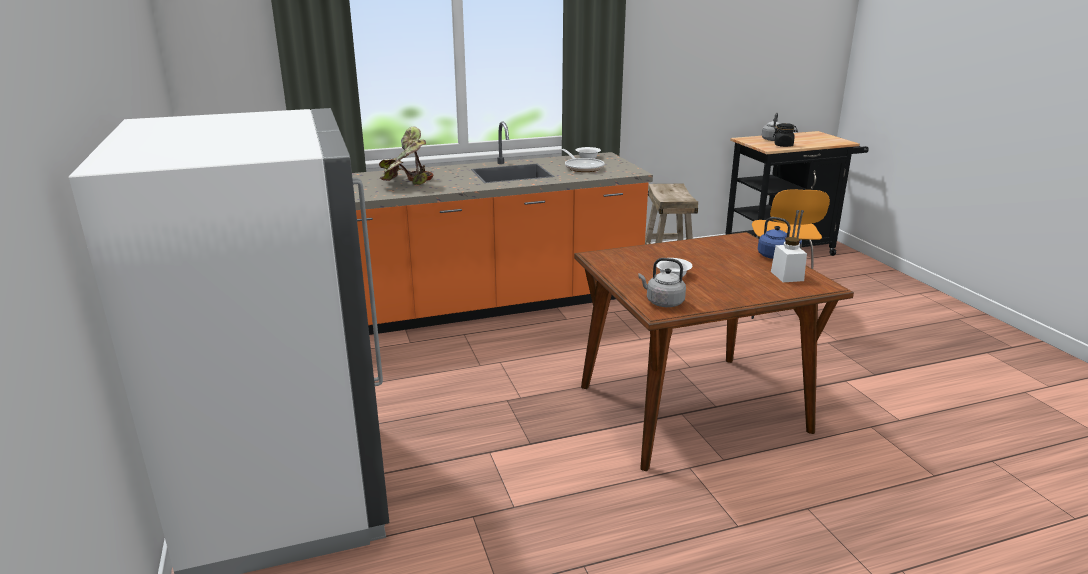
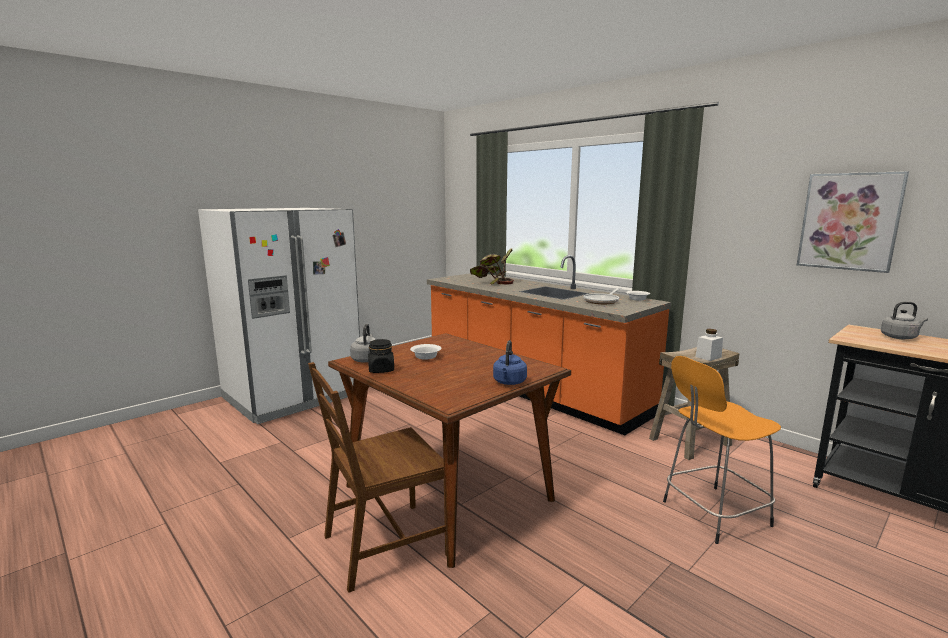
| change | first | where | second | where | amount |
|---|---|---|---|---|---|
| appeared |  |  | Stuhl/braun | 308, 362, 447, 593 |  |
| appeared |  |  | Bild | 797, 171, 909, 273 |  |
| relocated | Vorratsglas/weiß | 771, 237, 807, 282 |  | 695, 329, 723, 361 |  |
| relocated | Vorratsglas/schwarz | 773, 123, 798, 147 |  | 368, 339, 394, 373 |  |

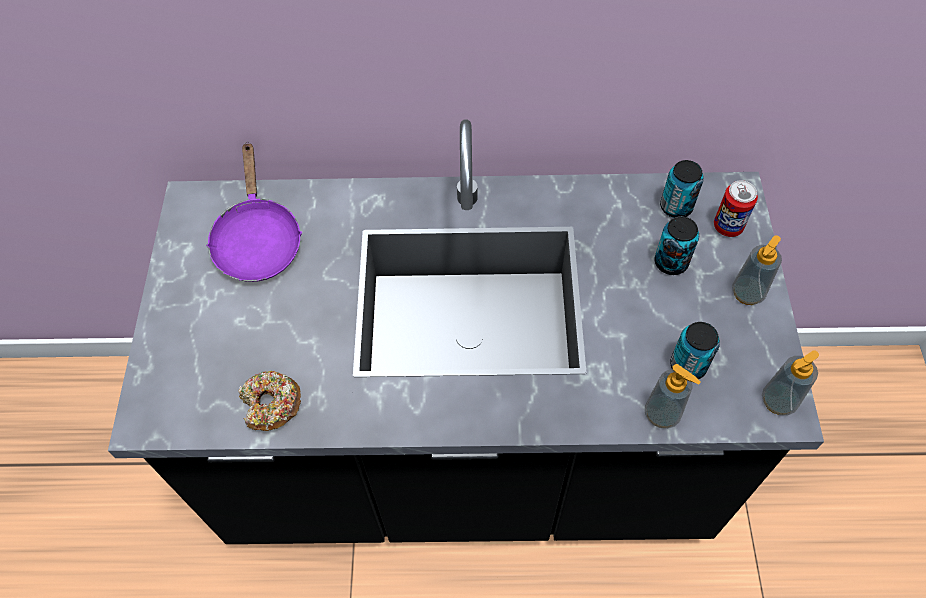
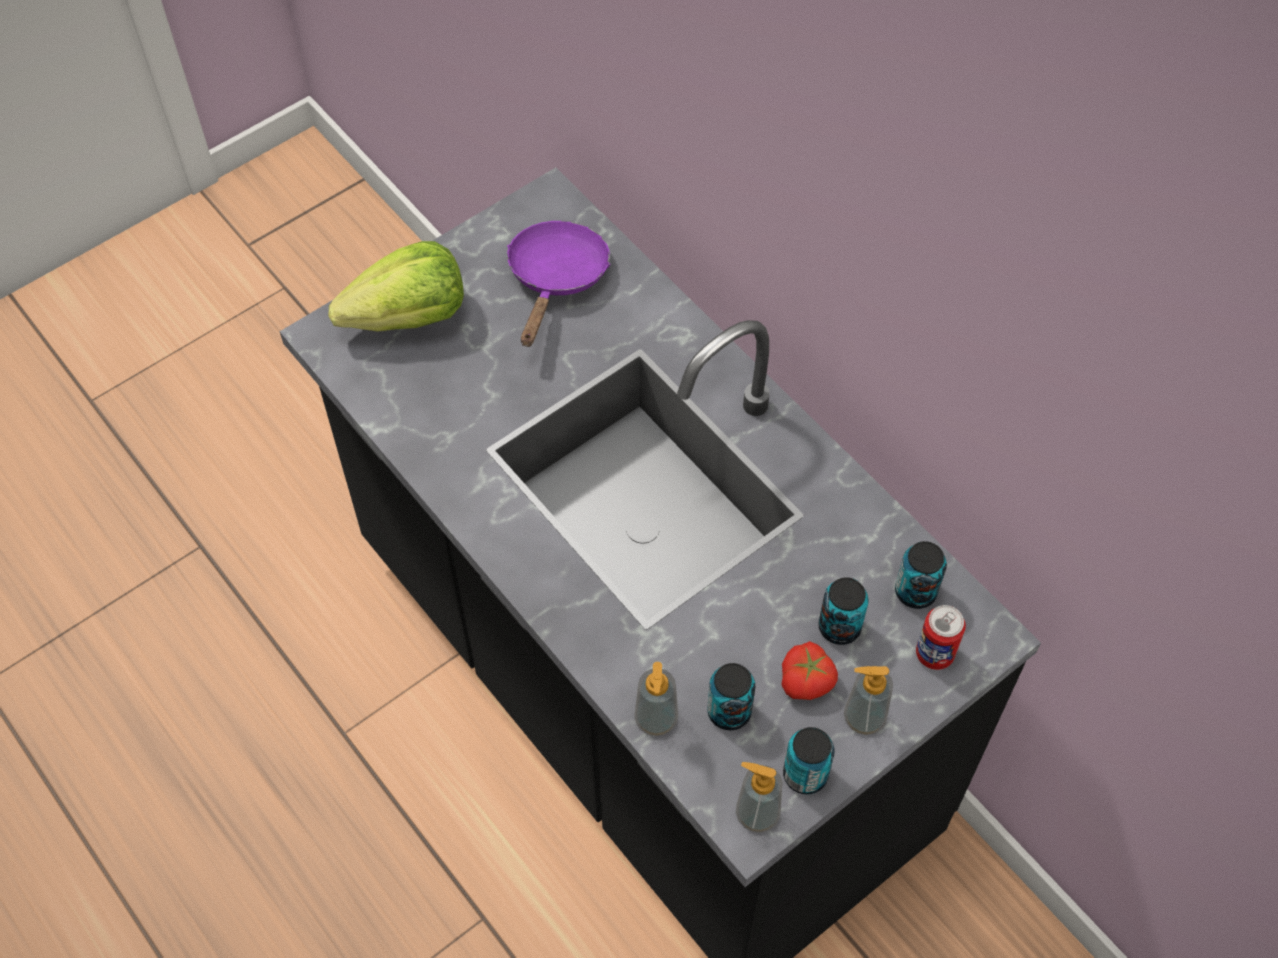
| change | first | where | second | where | amount |
|---|---|---|---|---|---|
| missing | Donut | 238, 371, 301, 431 |  |  |  |
| appeared |  |  | Salatkopf | 329, 241, 464, 332 |  |
| appeared |  |  | Tomate | 782, 641, 838, 700 |  |
| appeared |  |  | Dose | 783, 727, 835, 794 |  |
| spun | Pfanne/lila | 206, 142, 302, 282 |  | 507, 221, 610, 347 | 150 degrees clockwise |

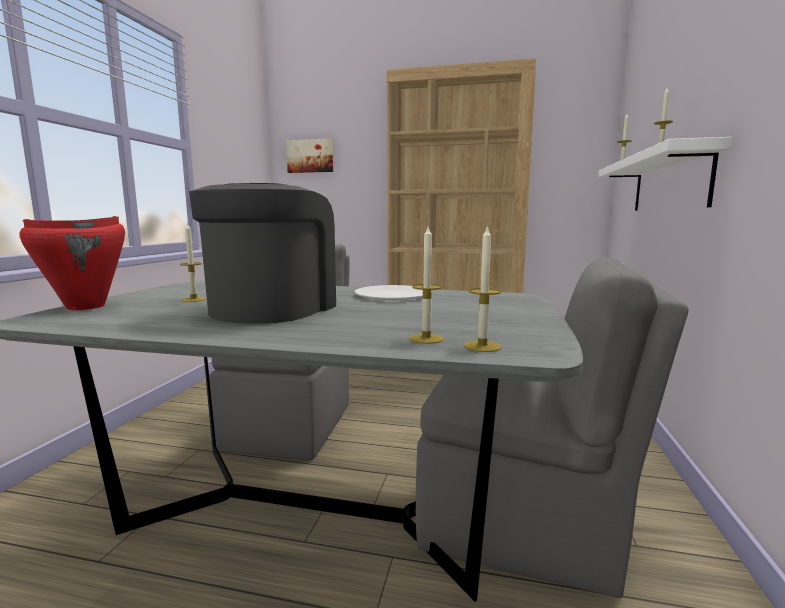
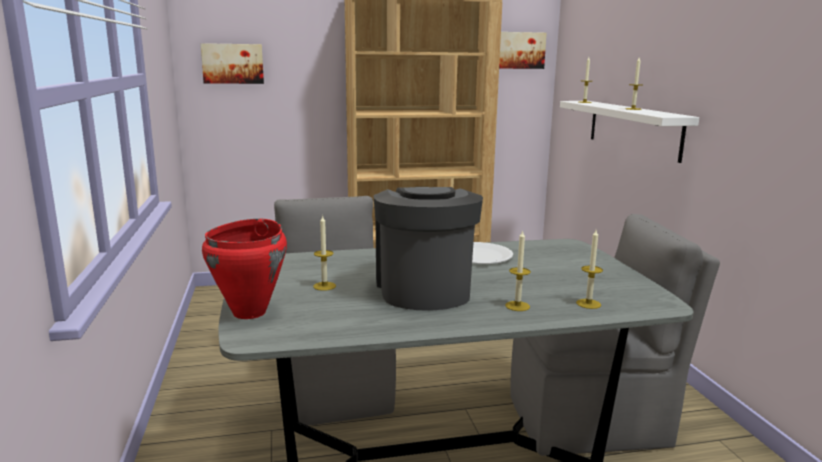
| change | first | where | second | where | amount |
|---|---|---|---|---|---|
| appeared |  |  | Bild | 499, 32, 547, 69 |  |
| relocated | Kerze | 464, 225, 501, 352 |  | 505, 230, 531, 311 |  |

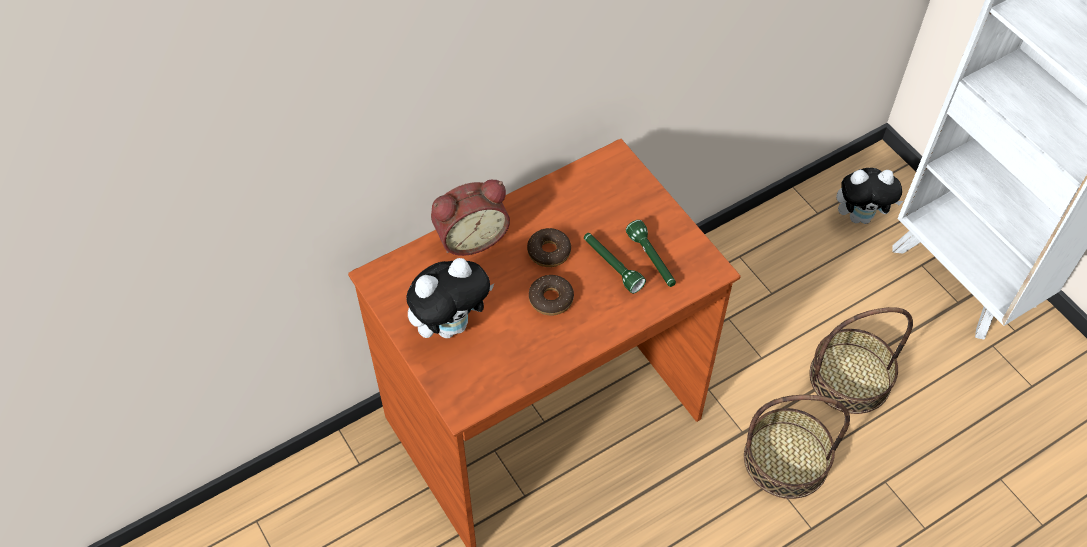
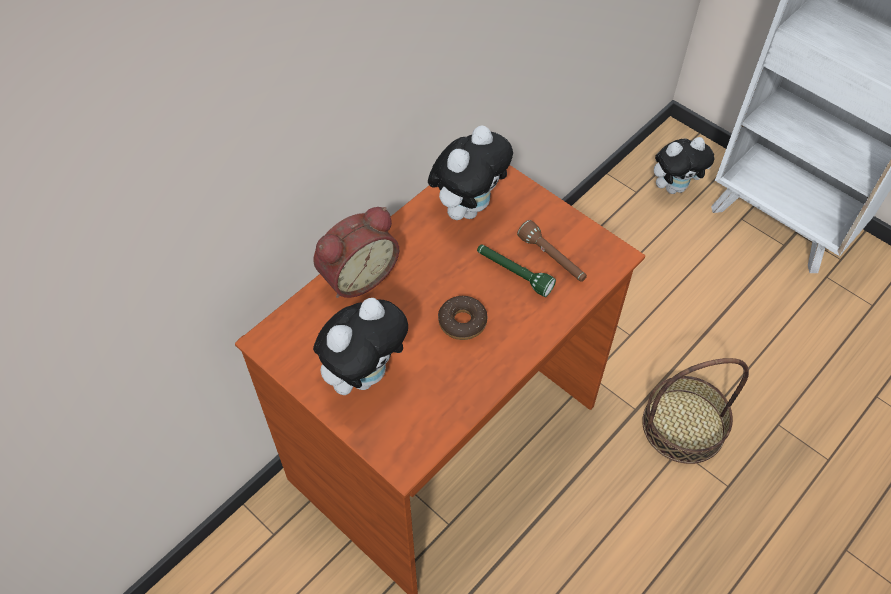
| change | first | where | second | where | amount |
|---|---|---|---|---|---|
| missing | Donut | 527, 228, 571, 267 |  |  |  |
| missing | Korb | 810, 307, 913, 414 |  |  |  |
| appeared |  |  | Plüschtier | 428, 126, 513, 220 |  |
| colour | Taschenlampe/grün | 626, 220, 676, 287 | Taschenlampe/braun | 517, 220, 587, 282 |  |

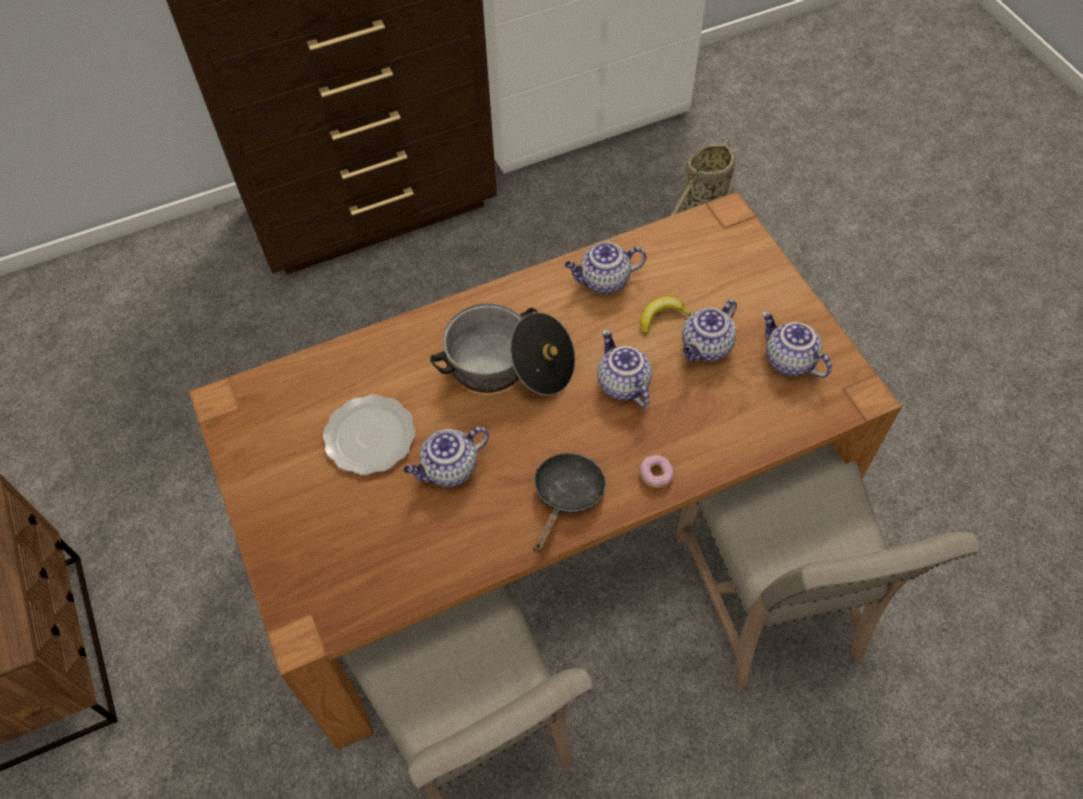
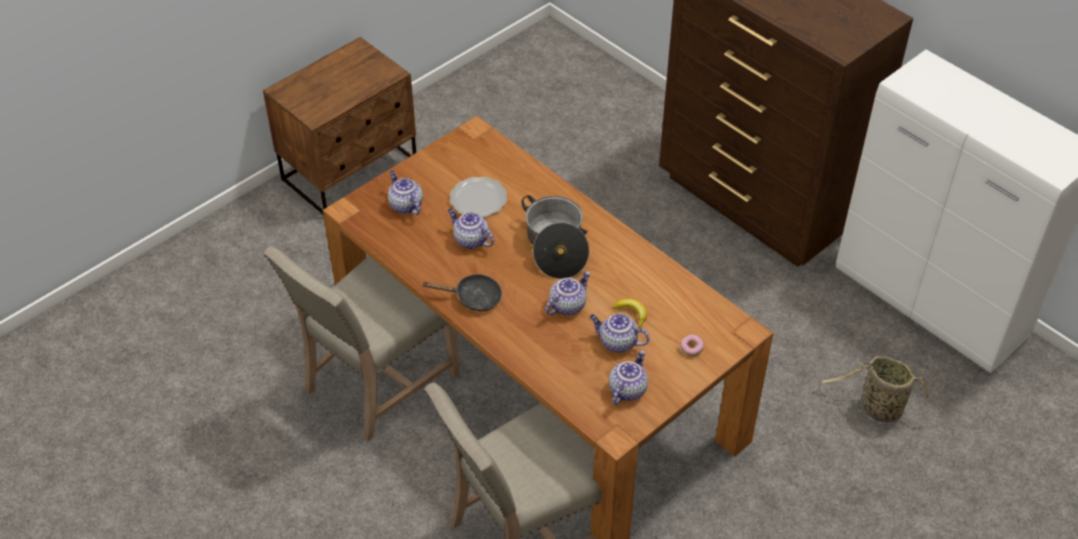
| change | first | where | second | where | amount |
|---|---|---|---|---|---|
| relocated | Teekanne | 565, 241, 646, 294 |  | 388, 171, 423, 215 |  |
| relocated | Donut | 639, 455, 674, 488 |  | 680, 335, 704, 356 |  |

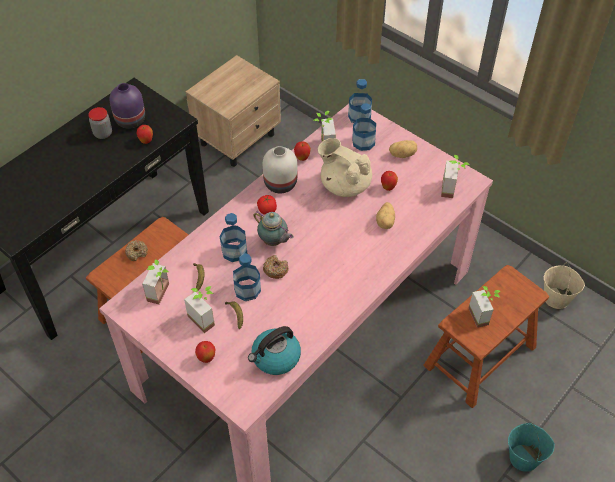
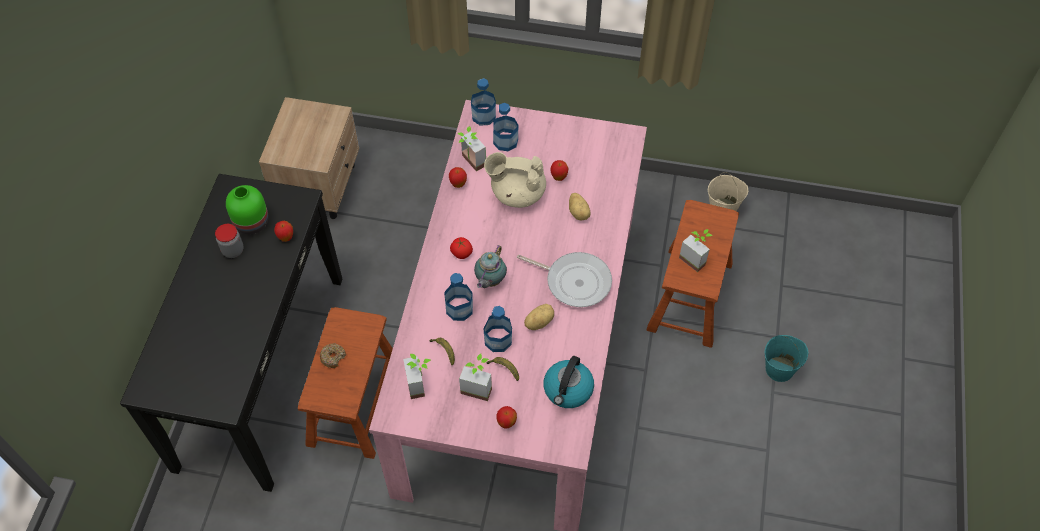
| change | first | where | second | where | amount |
|---|---|---|---|---|---|
| missing | Vase/weiß | 263, 146, 297, 193 |  |  |  |
| missing | Donut | 263, 255, 288, 279 |  |  |  |
| missing | Topfpflanze | 441, 155, 470, 198 |  |  |  |
| appeared |  |  | Pfanne | 517, 252, 612, 307 |  |
| relocated | Kartoffel | 389, 140, 417, 158 |  | 524, 304, 554, 330 |  |
| colour | Vase/lila | 109, 83, 145, 129 | Vase/grün | 226, 185, 269, 235 |  |
| spun | Teekanne | 253, 211, 294, 246 |  | 474, 246, 507, 288 | 105 degrees clockwise |

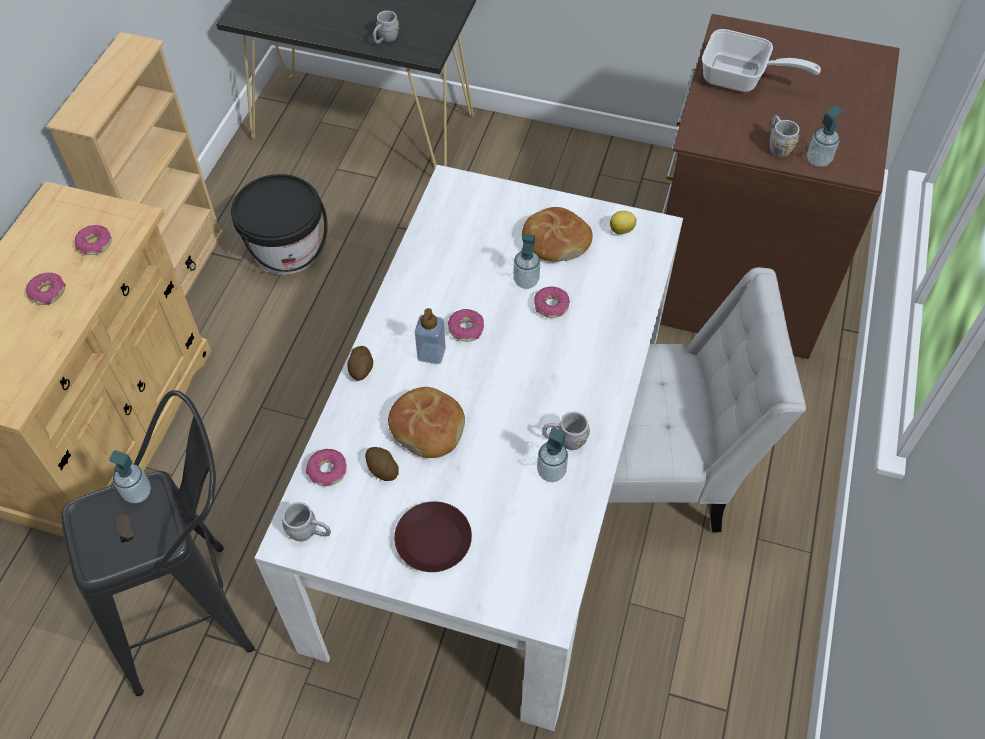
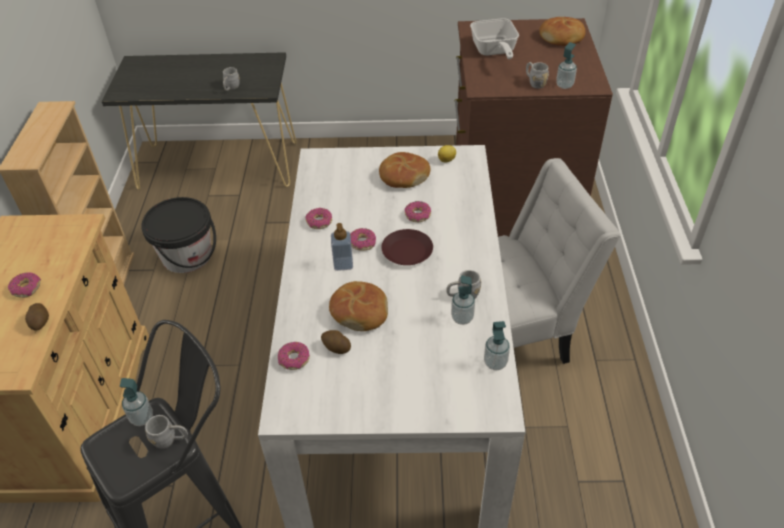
| change | first | where | second | where | amount |
|---|---|---|---|---|---|
| appeared |  |  | Brot | 539, 17, 586, 46 |  |
| relocated | Donut | 75, 225, 112, 255 |  | 305, 208, 332, 229 |  |
| relocated | Henkelbecher/grau | 282, 502, 331, 542 |  | 145, 415, 188, 449 |  |
| relocated | Kartoffel | 347, 346, 373, 381 |  | 25, 303, 49, 330 |  |
| relocated | Teller/braun | 394, 501, 472, 572 |  | 381, 229, 433, 265 |  |
| relocated | Seifenspender | 513, 234, 540, 289 |  | 484, 321, 510, 370 |  |
| spun | Pfanne | 702, 29, 821, 92 |  | 470, 18, 519, 59 | 75 degrees clockwise |

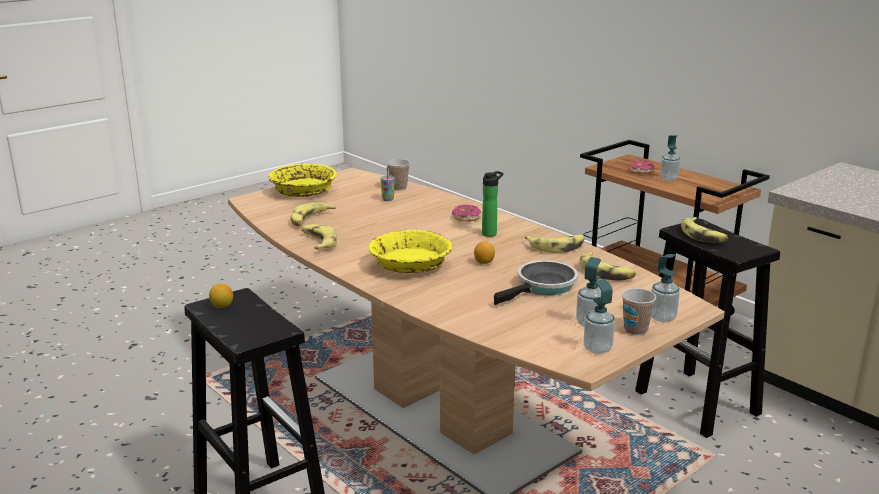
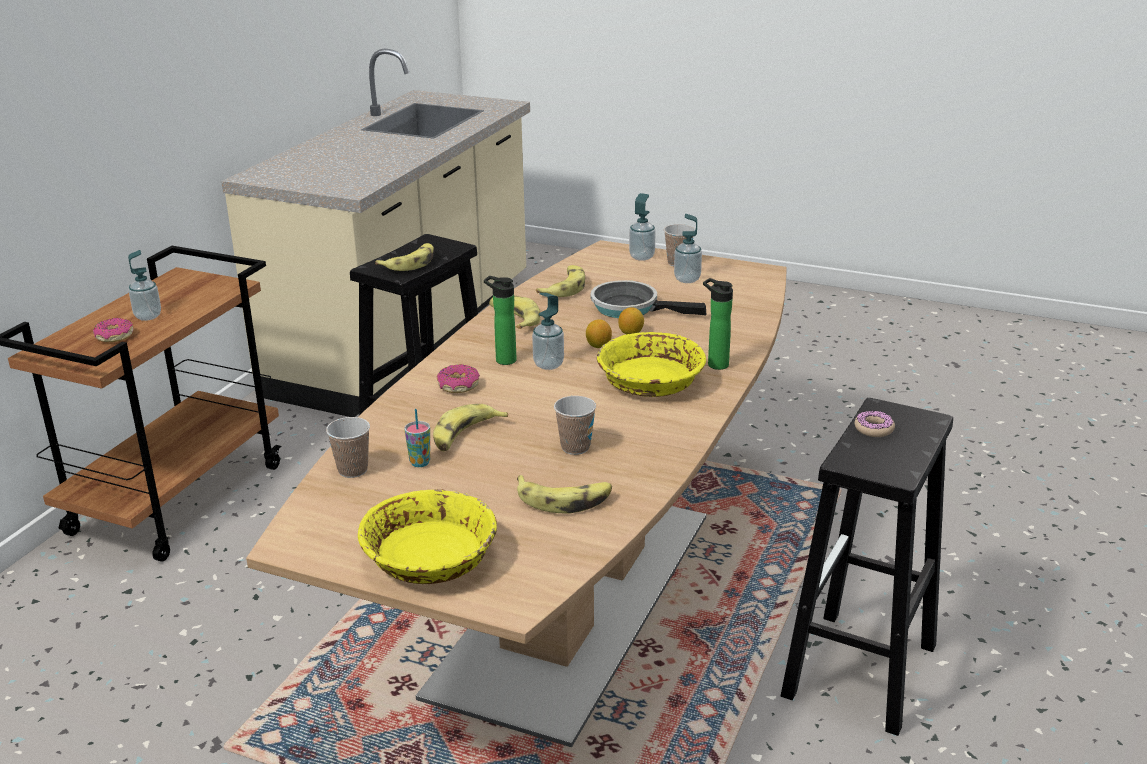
| change | first | where | second | where | amount |
|---|---|---|---|---|---|
| appeared |  |  | Tasse | 554, 396, 596, 455 |  |
| appeared |  |  | Flasche | 703, 278, 733, 370 |  |
| appeared |  |  | Donut | 855, 410, 895, 437 |  |
| relocated | Zitrone | 209, 283, 233, 308 |  | 618, 307, 644, 334 |  |
| relocated | Banane | 301, 224, 337, 250 |  | 433, 404, 508, 451 |  |
| relocated | Seifenspender | 584, 279, 615, 354 |  | 532, 293, 564, 370 |  |

